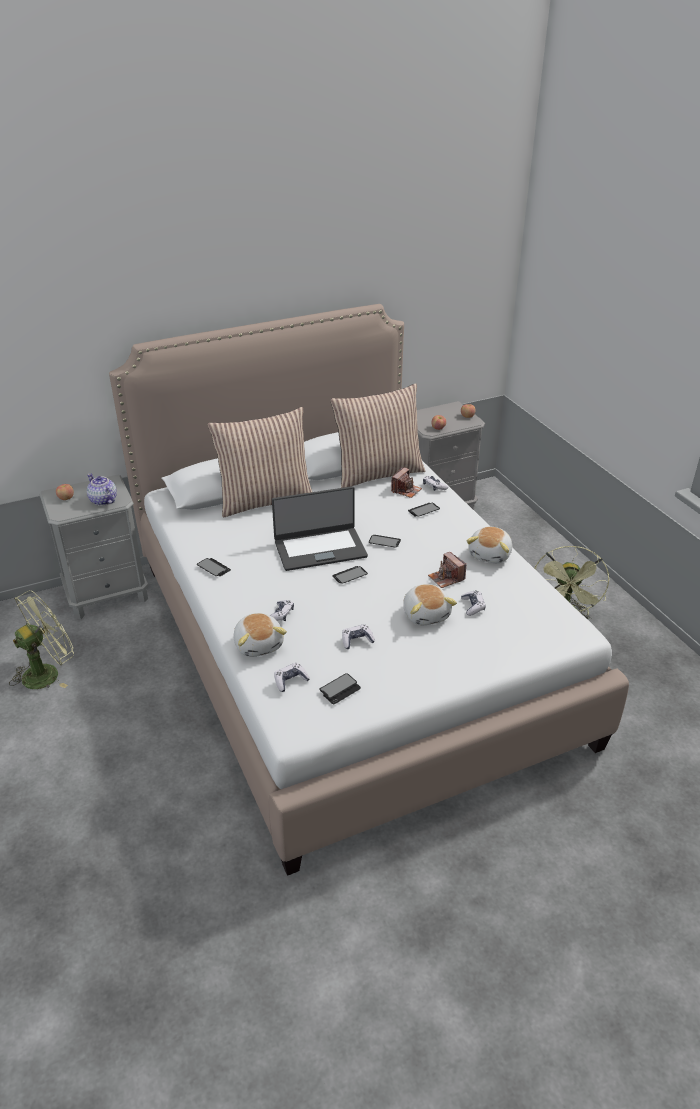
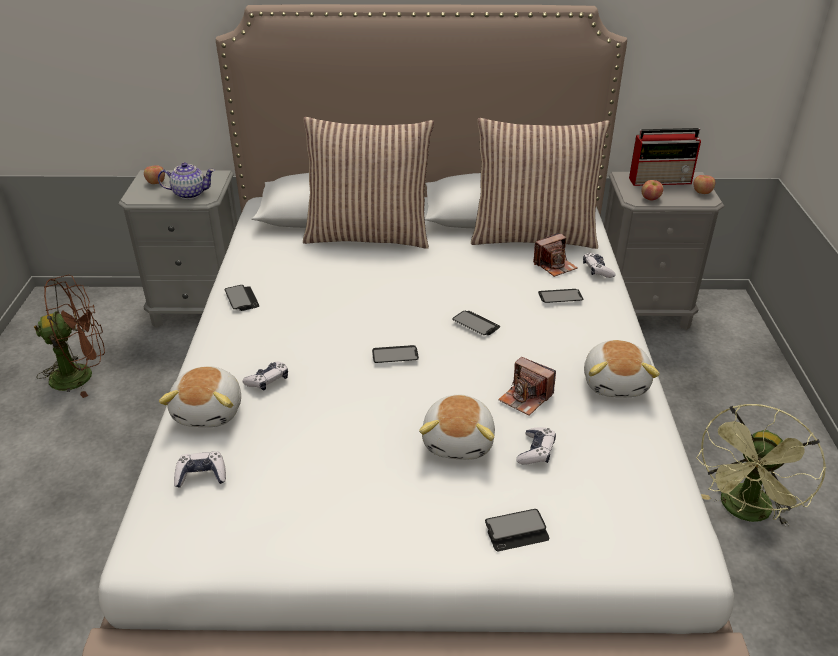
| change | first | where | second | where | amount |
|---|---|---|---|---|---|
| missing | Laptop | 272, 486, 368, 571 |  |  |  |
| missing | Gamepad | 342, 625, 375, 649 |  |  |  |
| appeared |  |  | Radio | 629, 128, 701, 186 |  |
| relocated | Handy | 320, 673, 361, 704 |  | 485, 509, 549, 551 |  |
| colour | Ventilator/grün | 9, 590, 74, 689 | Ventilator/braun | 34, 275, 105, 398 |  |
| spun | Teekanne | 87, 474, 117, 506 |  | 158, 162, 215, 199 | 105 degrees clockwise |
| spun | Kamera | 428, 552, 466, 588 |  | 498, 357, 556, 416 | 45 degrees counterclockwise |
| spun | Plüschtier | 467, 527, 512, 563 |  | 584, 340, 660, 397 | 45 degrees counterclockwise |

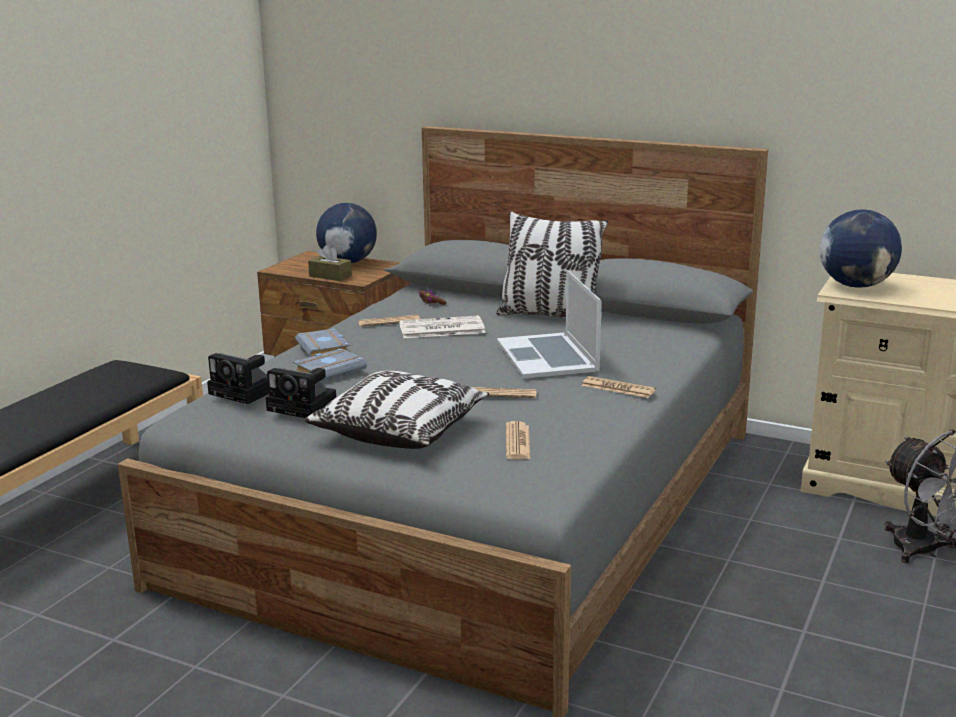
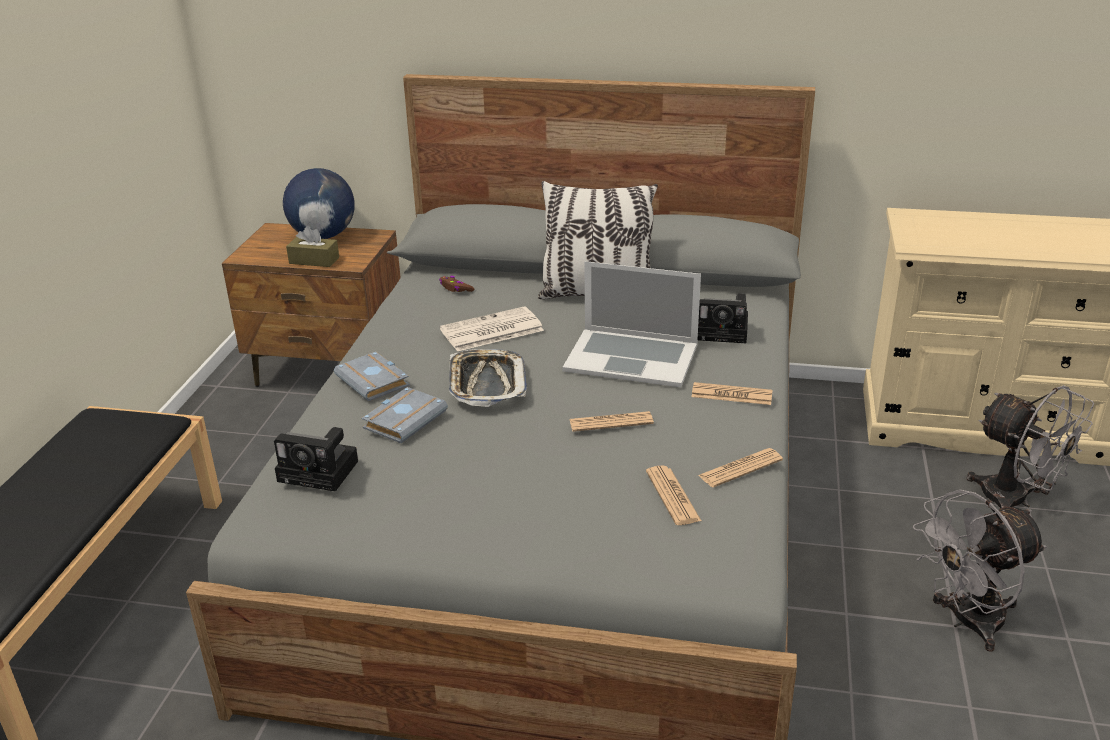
| change | first | where | second | where | amount |
|---|---|---|---|---|---|
| missing | Kissen | 305, 371, 489, 449 |  |  |  |
| missing | Globus | 820, 209, 902, 288 |  |  |  |
| appeared |  |  | Tablett | 449, 349, 527, 407 |  |
| appeared |  |  | Ventilator/grau | 913, 489, 1047, 652 |  |
| relocated | Kamera | 266, 368, 336, 418 |  | 698, 293, 748, 343 |  |
| relocated | Zeitung | 358, 315, 420, 327 |  | 698, 448, 783, 487 |  |
| spun | Laptop | 497, 270, 602, 379 |  | 563, 261, 701, 387 | 45 degrees counterclockwise |

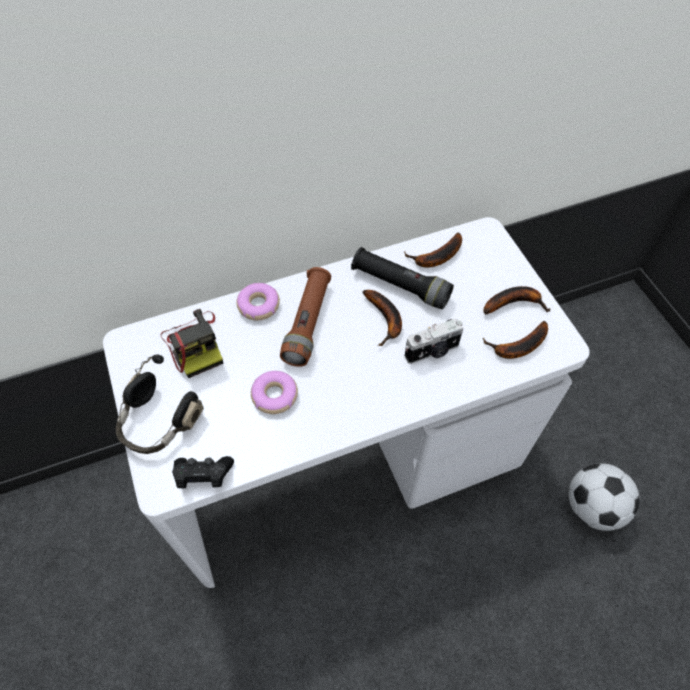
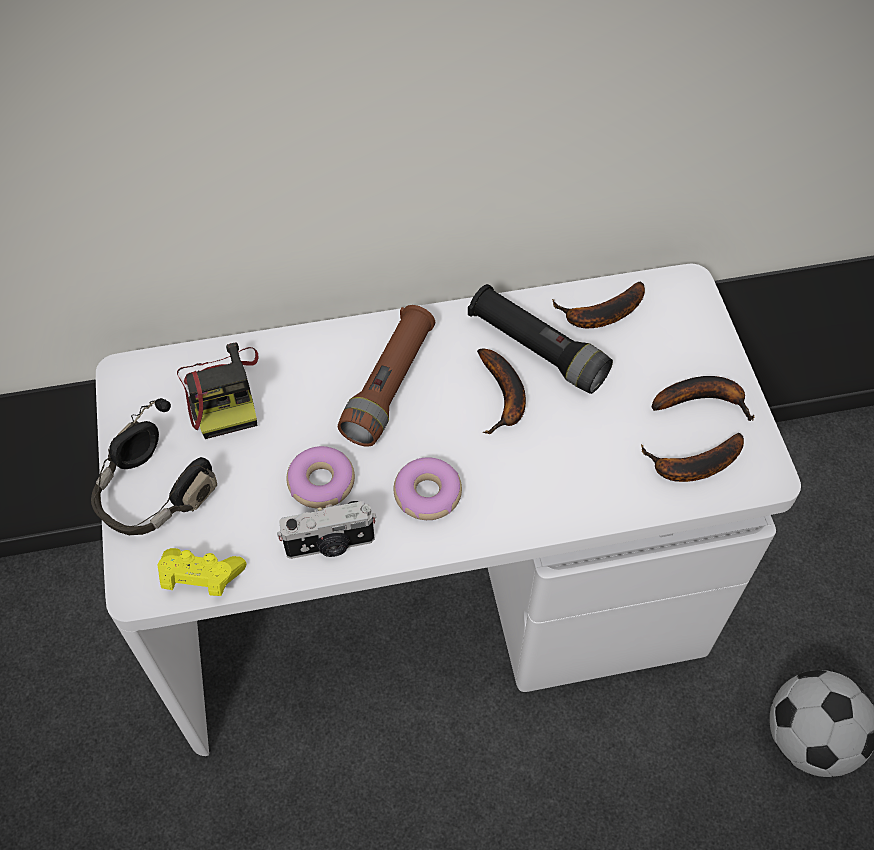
| change | first | where | second | where | amount |
|---|---|---|---|---|---|
| relocated | Donut | 237, 283, 280, 321 |  | 393, 457, 462, 520 |  |
| relocated | Kamera | 405, 318, 464, 364 |  | 277, 501, 376, 559 |  |
| colour | Gamepad/schwarz | 172, 456, 234, 488 | Gamepad/gelb | 157, 548, 247, 596 |  |

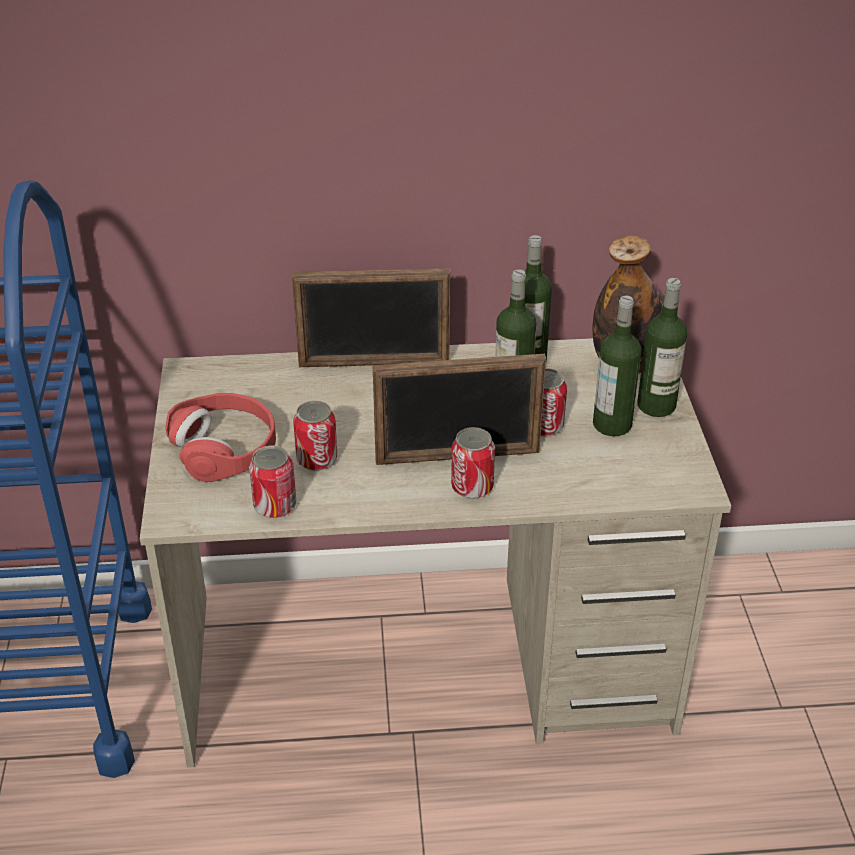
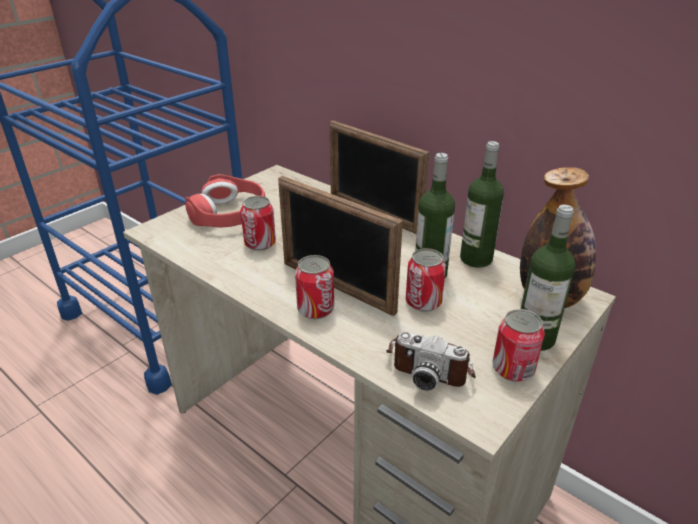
| change | first | where | second | where | amount |
|---|---|---|---|---|---|
| missing | Flasche | 593, 296, 642, 436 |  |  |  |
| appeared |  |  | Kamera | 386, 332, 476, 391 |  |
| relocated | Dose | 249, 446, 296, 518 |  | 492, 309, 545, 382 |  |

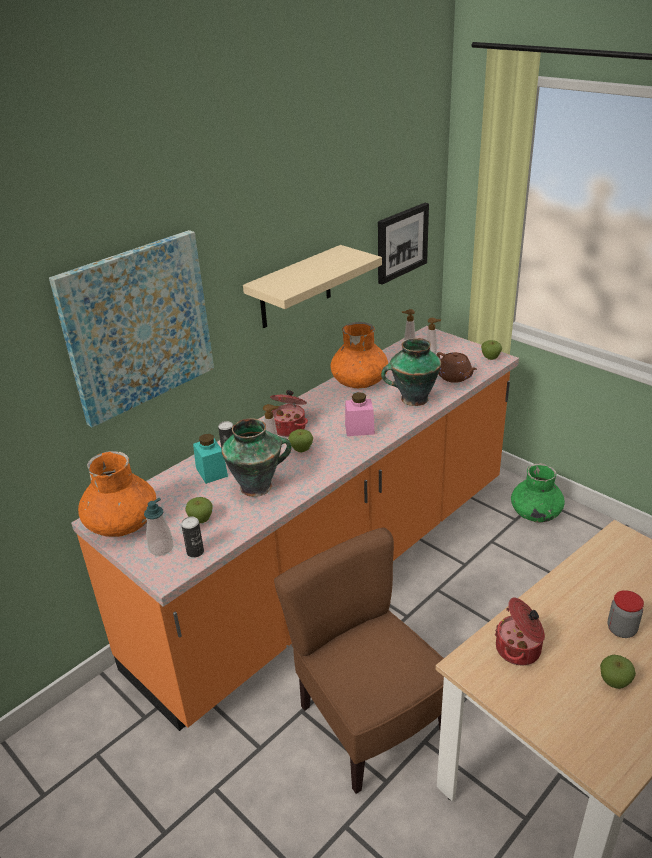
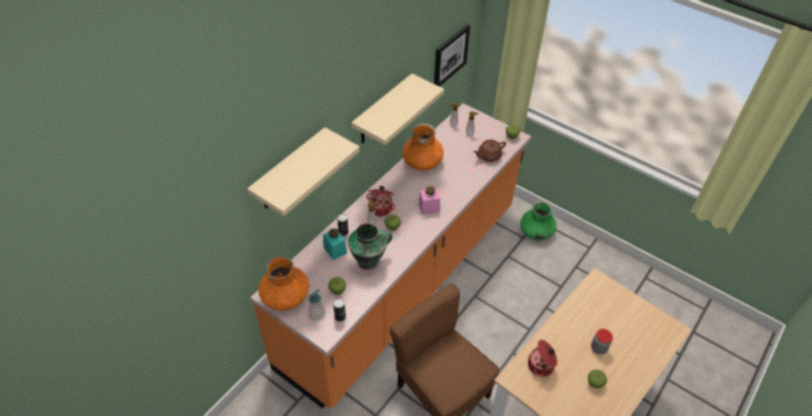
| change | first | where | second | where | amount |
|---|---|---|---|---|---|
| missing | Vase | 381, 338, 441, 406 |  |  |  |
| exchanged | Bild | 49, 230, 214, 428 | Wandregal/beige | 247, 127, 360, 216 |  |
| spun | Teekanne/braun | 437, 352, 477, 383 |  | 474, 140, 506, 162 | 105 degrees clockwise |

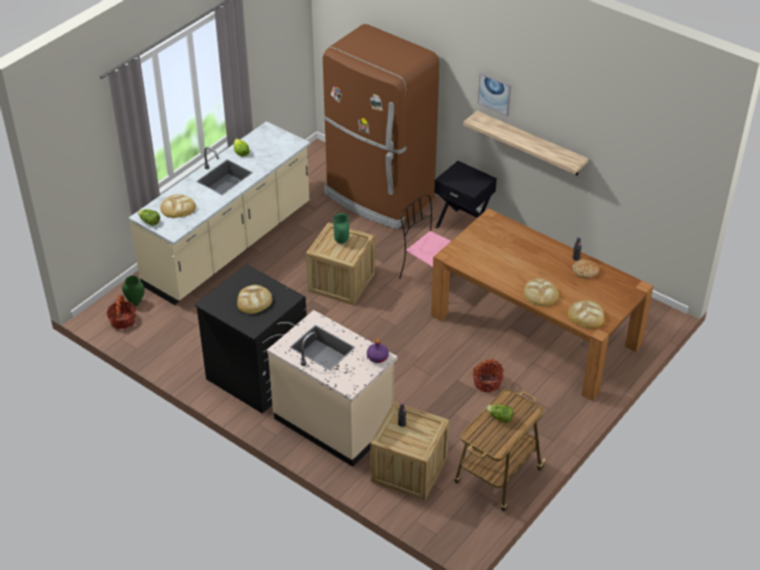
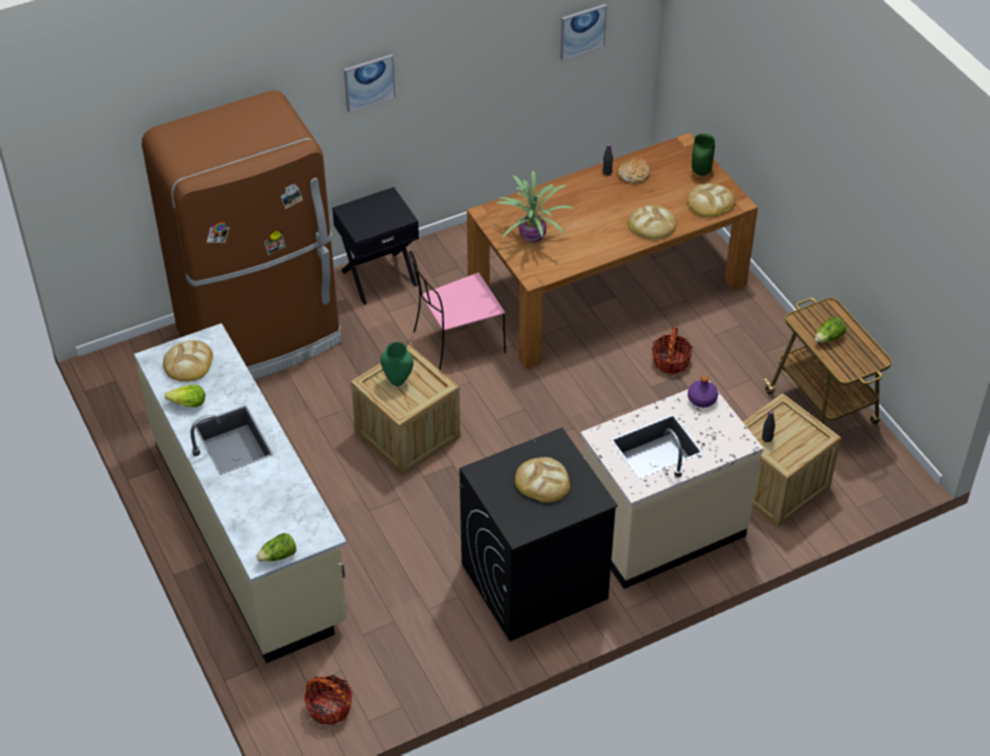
| change | first | where | second | where | amount |
|---|---|---|---|---|---|
| missing | Wandregal | 463, 111, 588, 176 |  |  |  |
| appeared |  |  | Topfpflanze | 497, 171, 574, 242 |  |
| appeared |  |  | Bild | 560, 4, 607, 60 |  |
| relocated | Vase/grün | 122, 276, 145, 306 |  | 692, 134, 715, 176 |  |
| relocated | Brot | 160, 194, 196, 218 |  | 163, 340, 213, 382 |  |

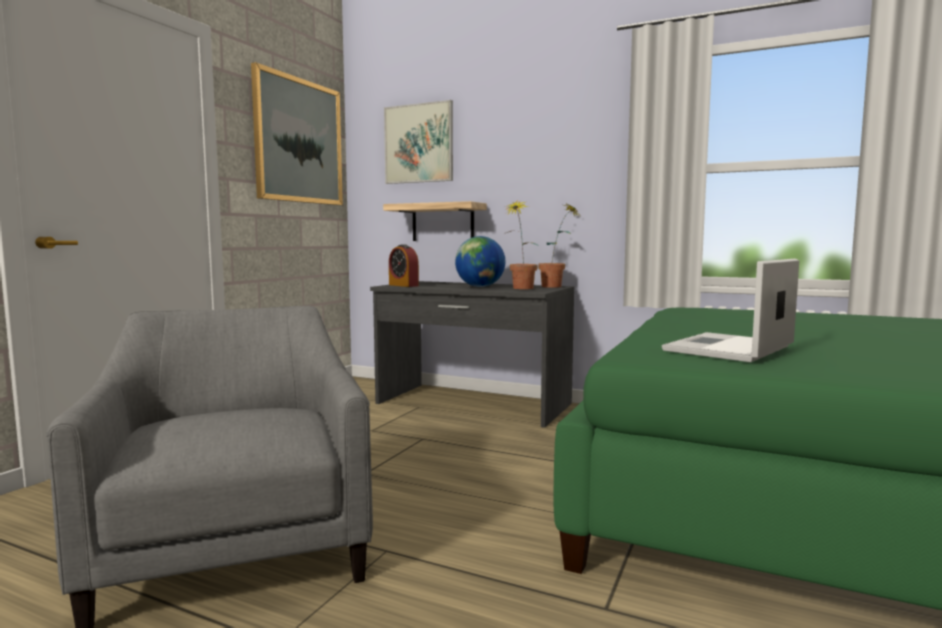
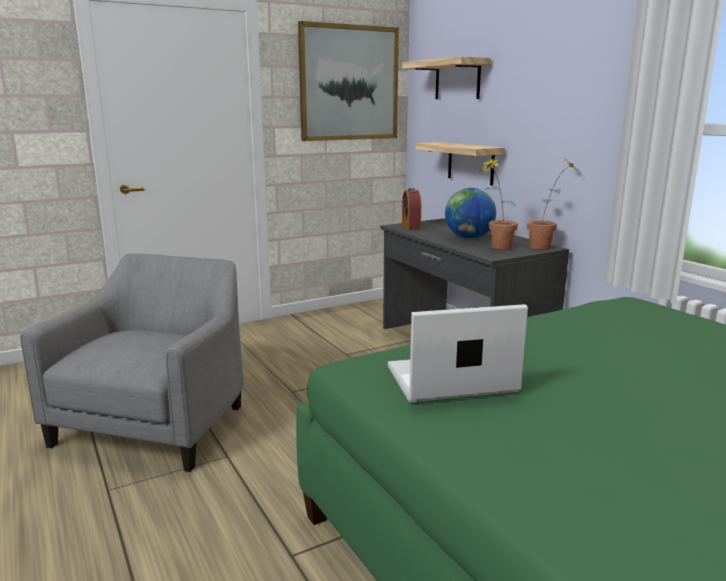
| change | first | where | second | where | amount |
|---|---|---|---|---|---|
| exchanged | Bild | 384, 100, 453, 184 | Wandregal | 402, 56, 491, 99 |  |

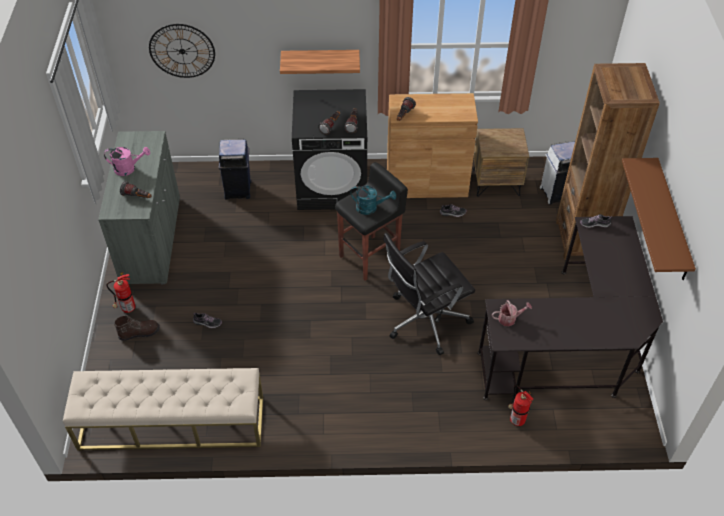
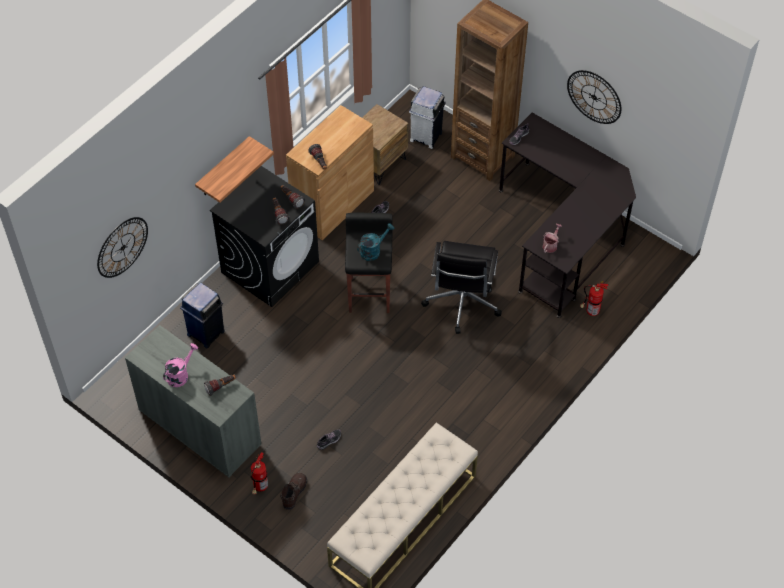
| change | first | where | second | where | amount |
|---|---|---|---|---|---|
| exchanged | Wandregal/braun | 622, 158, 696, 280 | Wanduhr | 567, 70, 621, 124 |  |

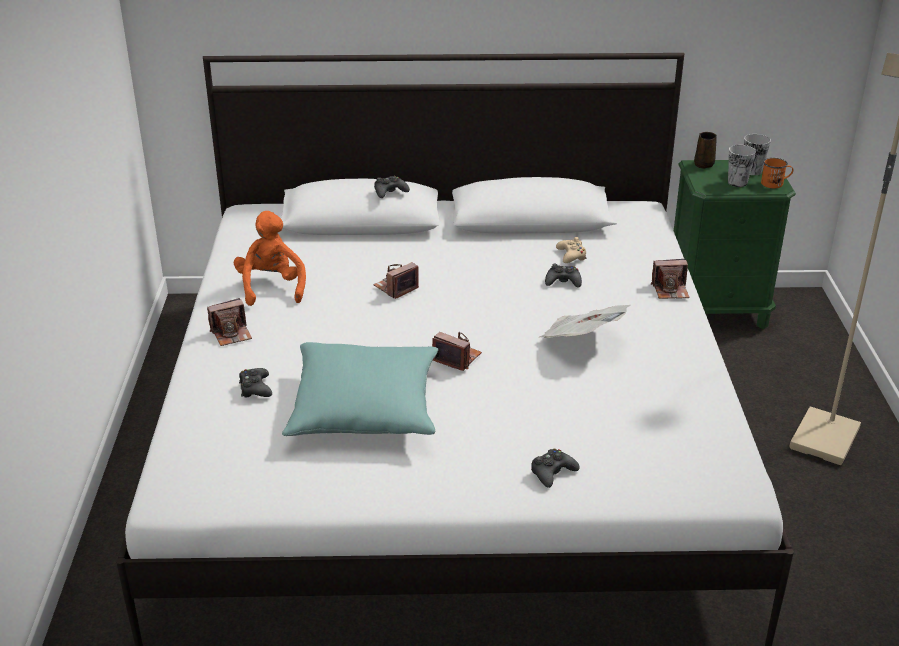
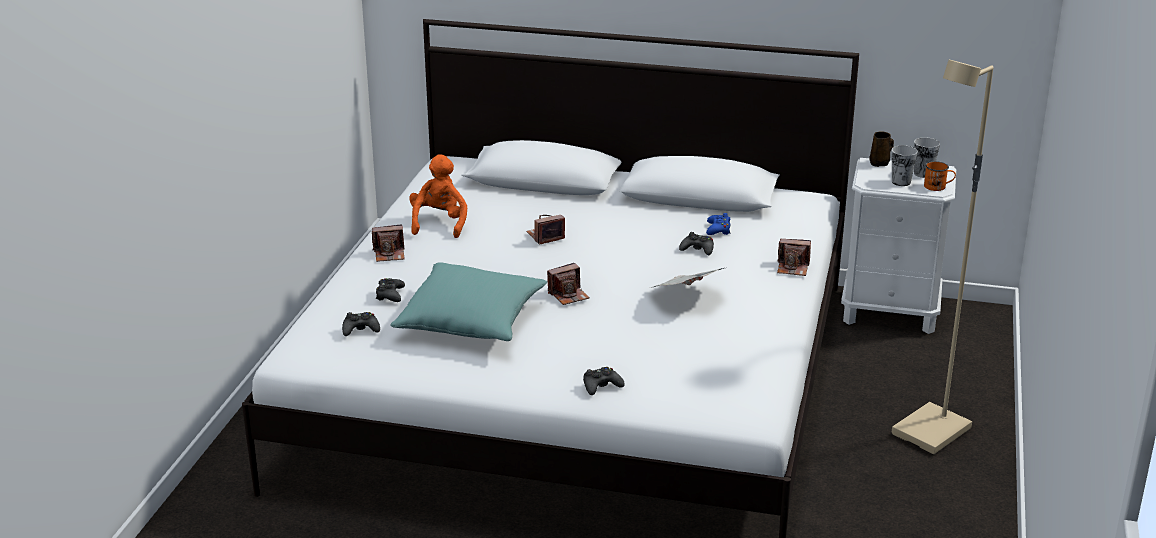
| change | first | where | second | where | amount |
|---|---|---|---|---|---|
| relocated | Gamepad/schwarz | 374, 176, 410, 198 |  | 342, 312, 380, 336 |  |
| colour | Gamepad/beige | 556, 237, 587, 263 | Gamepad/blau | 706, 213, 731, 235 |  |
| colour | Nachttisch/grün | 674, 160, 796, 329 | Nachttisch/weiß | 841, 158, 956, 334 |  |
| spun | Kamera | 432, 332, 482, 371 |  | 547, 263, 590, 305 | 105 degrees clockwise |

